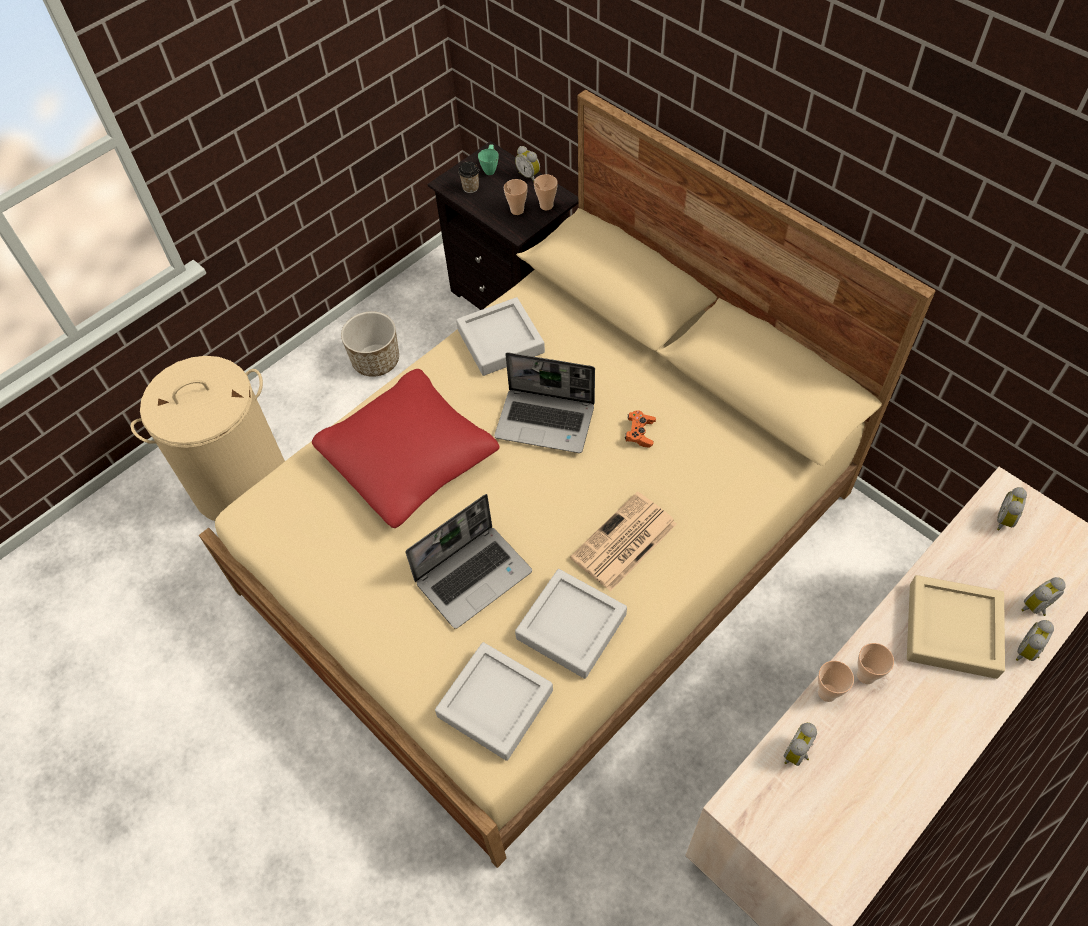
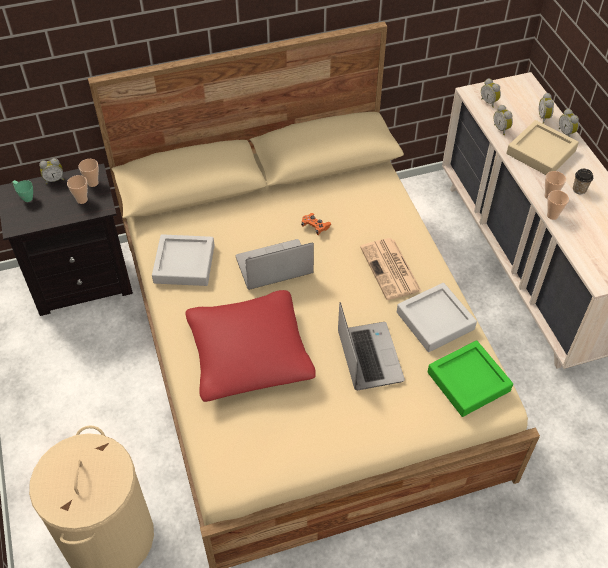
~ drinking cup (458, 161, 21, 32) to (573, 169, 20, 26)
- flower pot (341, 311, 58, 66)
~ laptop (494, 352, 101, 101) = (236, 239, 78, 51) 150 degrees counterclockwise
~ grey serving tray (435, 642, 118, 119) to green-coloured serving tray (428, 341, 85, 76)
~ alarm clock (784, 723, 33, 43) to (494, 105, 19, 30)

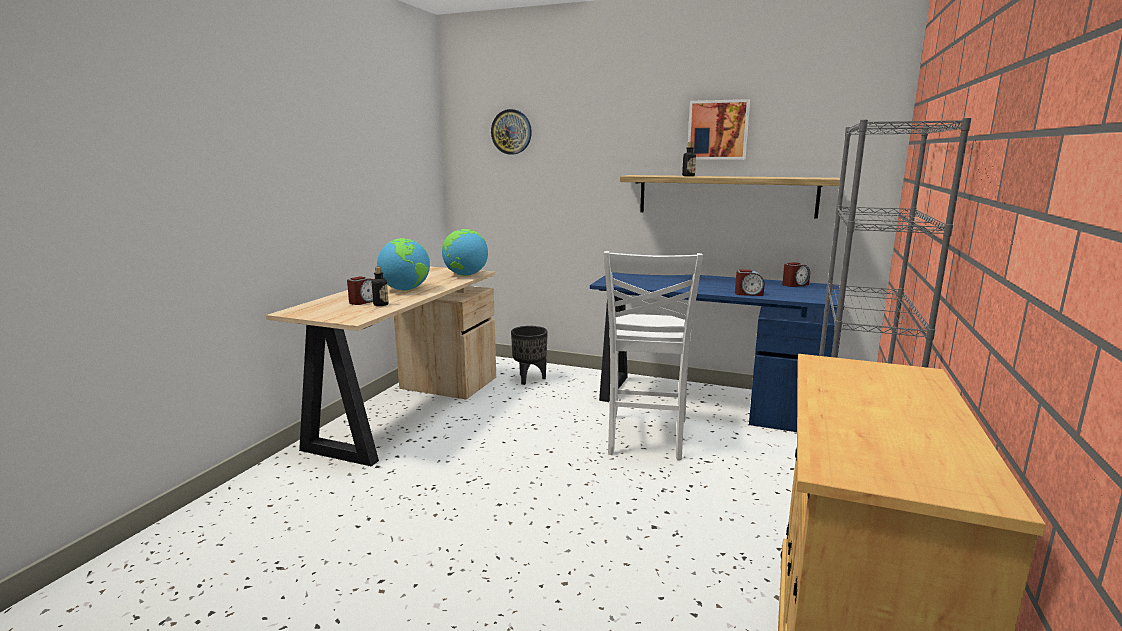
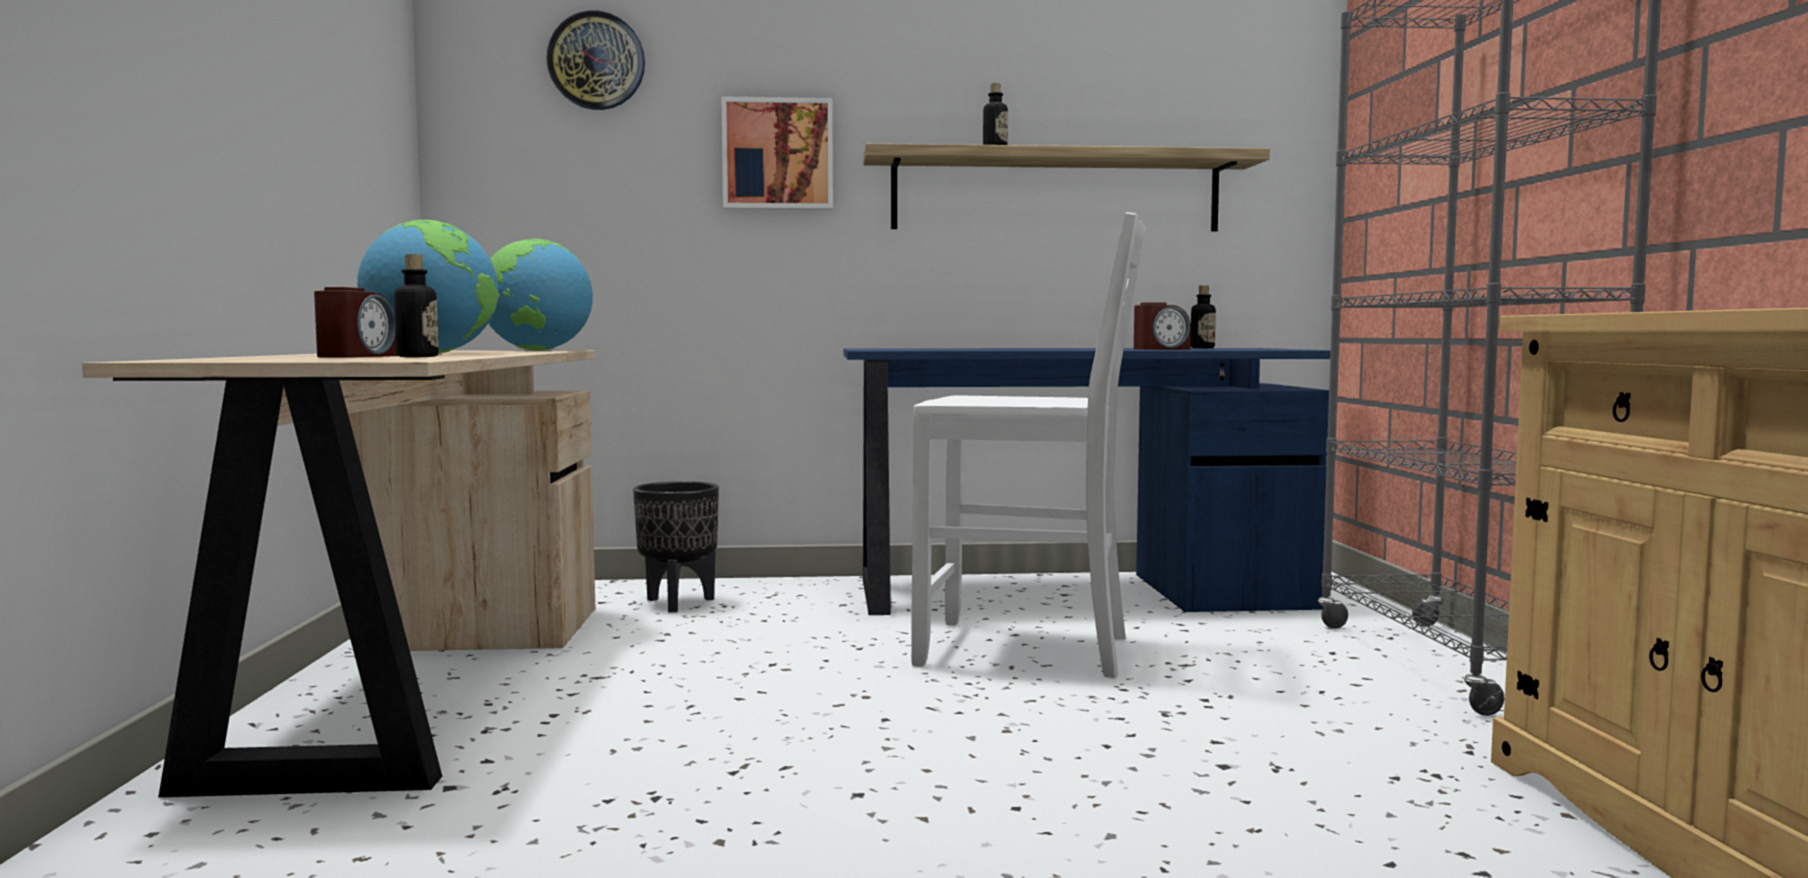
~ picture (688, 99, 62, 61) to (721, 97, 112, 113)
~ whitish plain chair (604, 251, 99, 209) = (911, 212, 235, 466) 60 degrees counterclockwise
~ alarm clock (782, 262, 28, 25) to bottle (1191, 285, 25, 63)

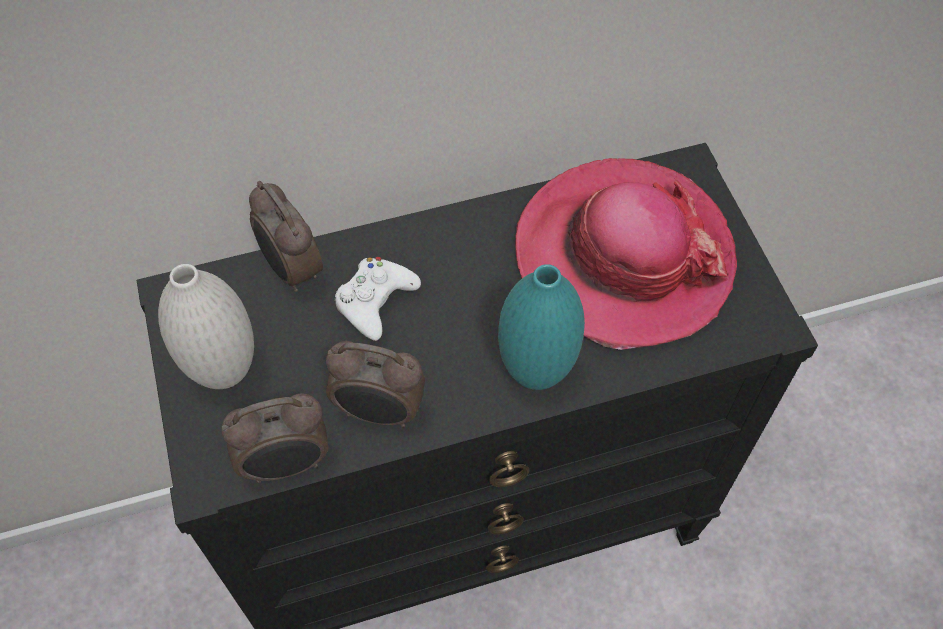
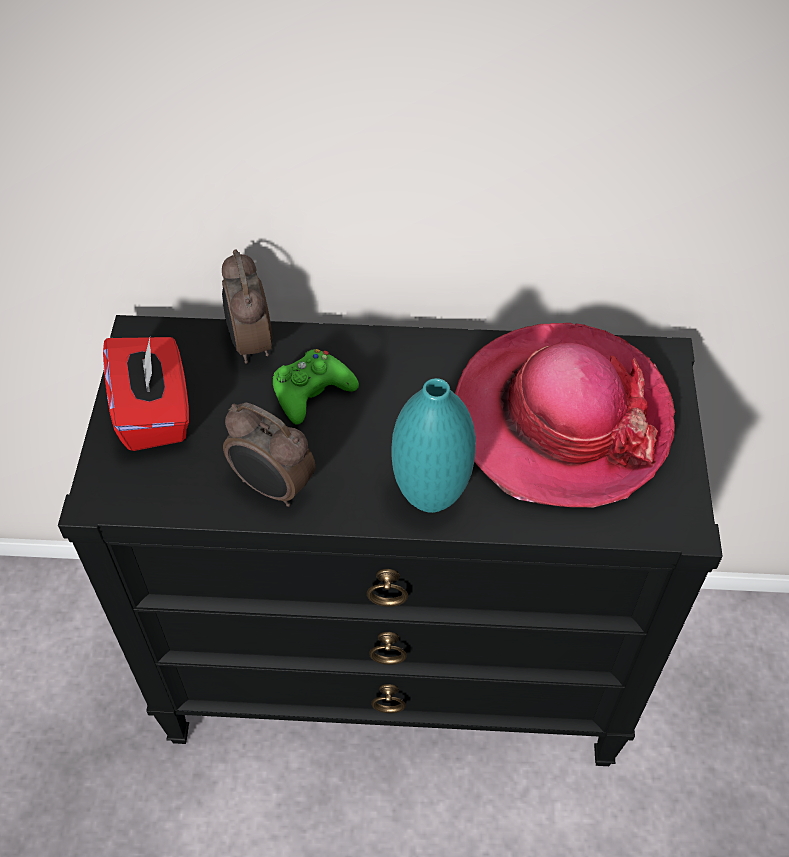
~ whitish gamepad (335, 257, 86, 84) to green-coloured gamepad (273, 349, 86, 76)
~ whitish flower vase (158, 264, 96, 125) to red tissue box (103, 337, 86, 114)
- alarm clock (221, 393, 107, 90)

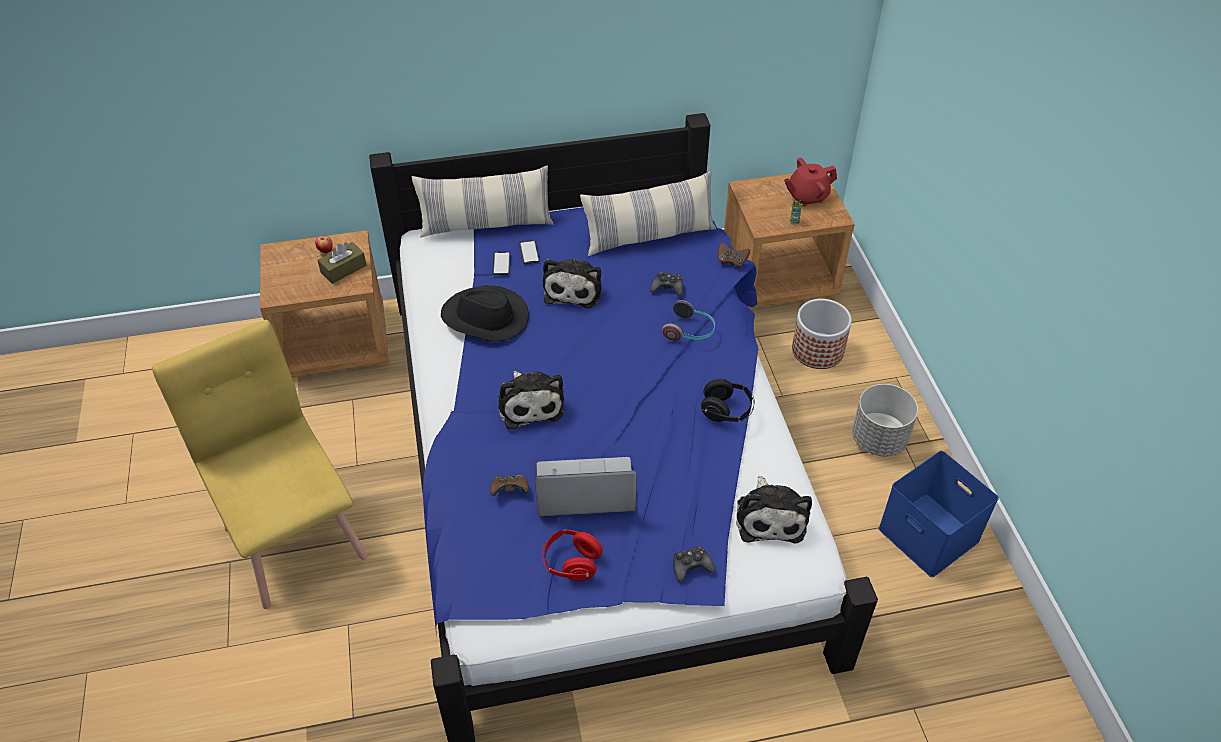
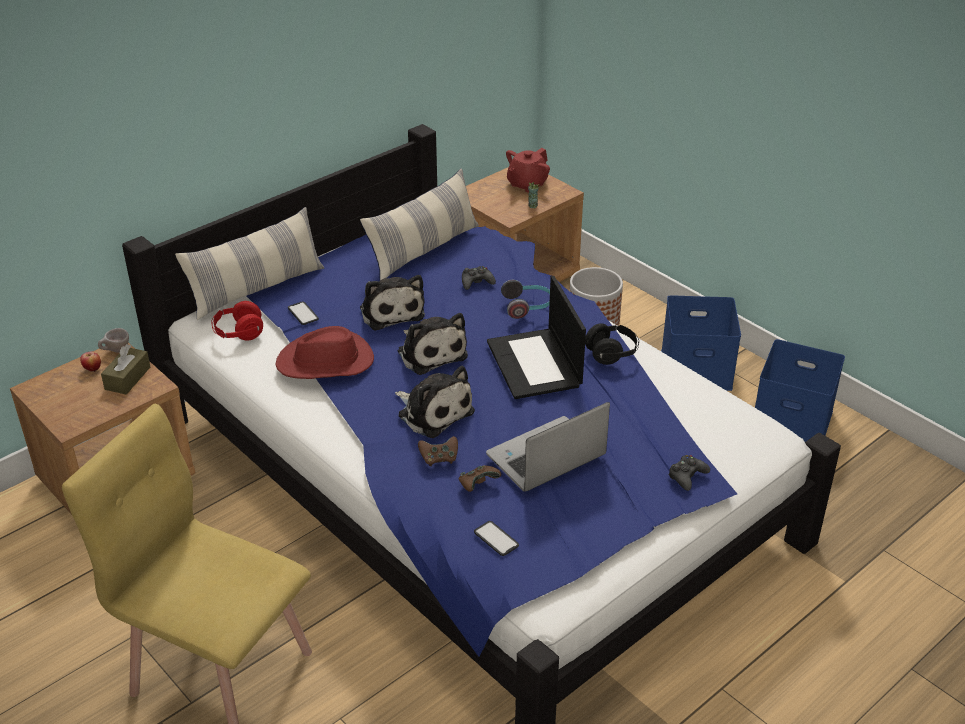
~ phone (519, 240, 21, 24) to (474, 521, 45, 35)
~ brownish gamepad (718, 243, 32, 25) to (418, 436, 40, 30)
~ black clothing hat (441, 285, 88, 57) to red clothing hat (275, 326, 99, 53)
~ grey flower pot (852, 384, 66, 72) to blue storage container (661, 295, 80, 96)
~ plush toy (736, 476, 76, 67) to (398, 313, 70, 62)
~ red pair of headphones (542, 529, 61, 52) to (211, 301, 52, 40)
+ laptop (487, 276, 99, 123)
+ sand-coloured drinking cup (98, 328, 31, 24)

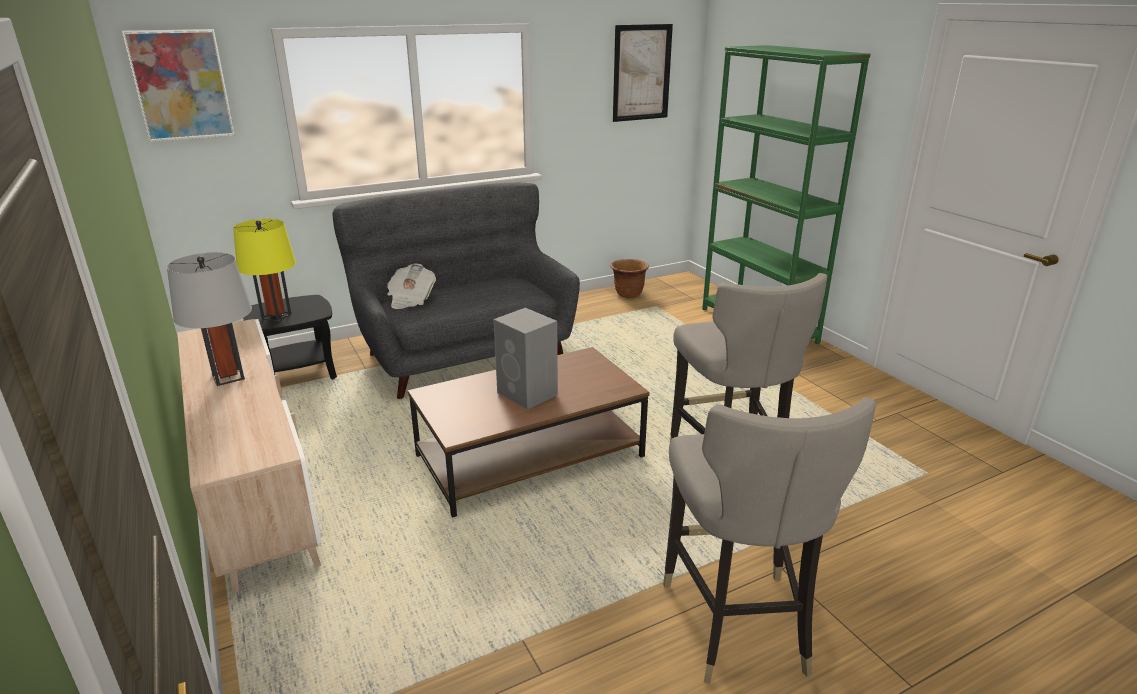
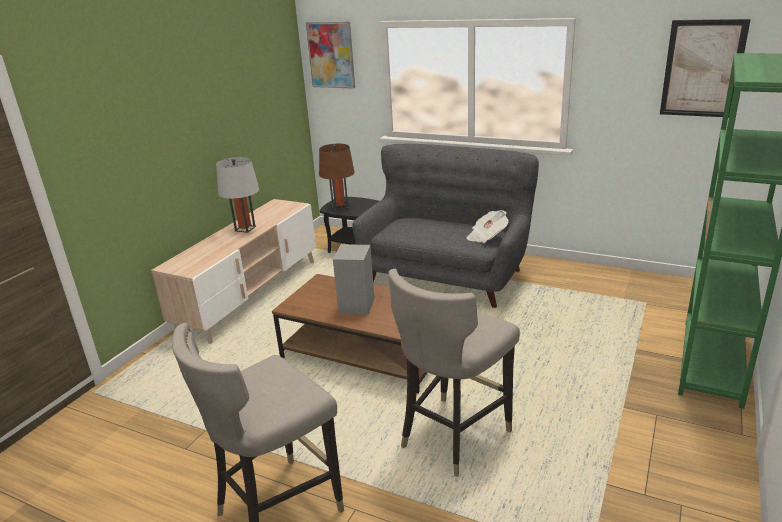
~ yellow lamp for a table (233, 219, 63, 103) to brownish lamp for a table (319, 144, 36, 66)
- brownish flower pot (610, 259, 39, 39)
~ printed paper (387, 263, 49, 46) to (466, 210, 43, 33)

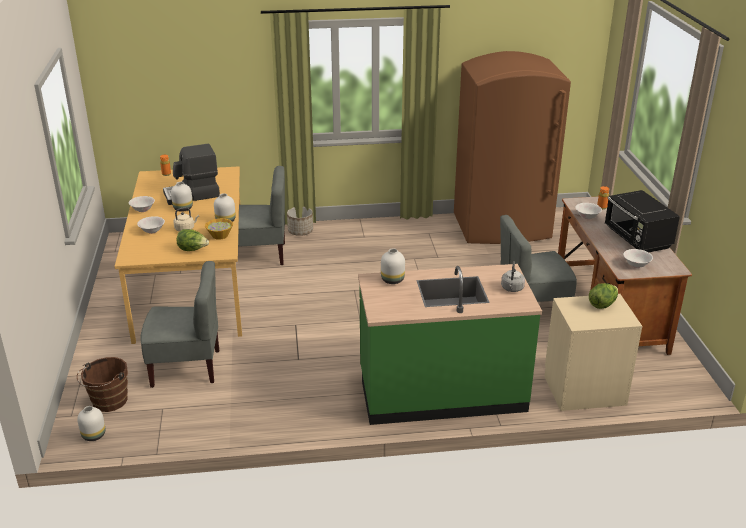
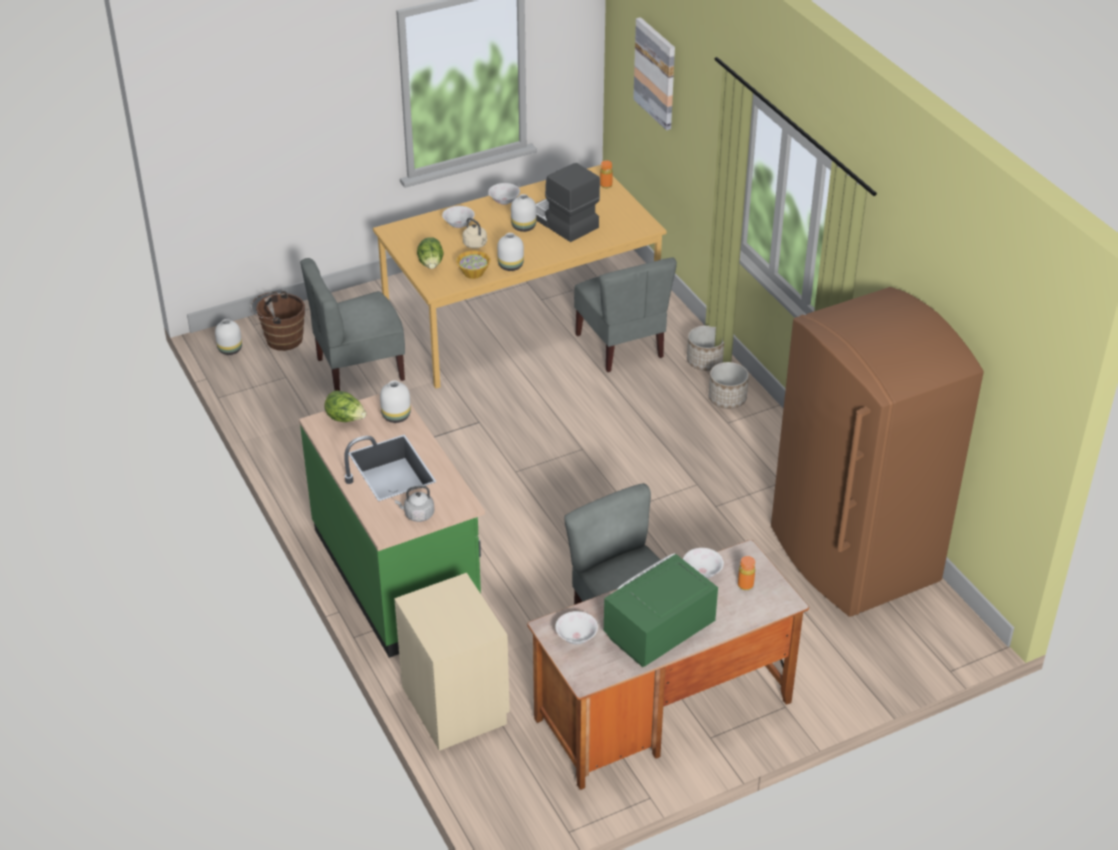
~ black microwave oven (605, 190, 75, 62) to green-coloured microwave oven (604, 553, 114, 114)
~ grey plain chair (141, 261, 78, 127) = (300, 258, 105, 133) 90 degrees clockwise
~ head of lettuce (589, 283, 29, 26) to (324, 390, 42, 32)
+ picture (633, 17, 42, 113)
+ flower pot (709, 362, 40, 47)

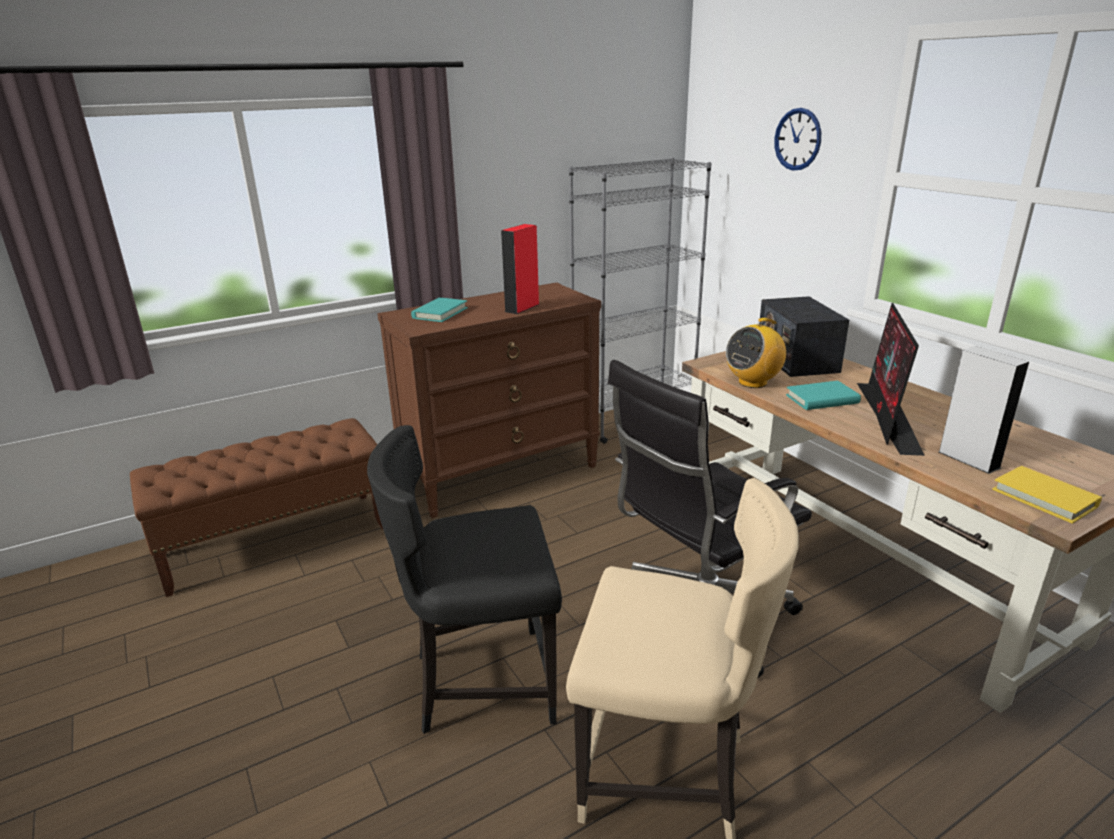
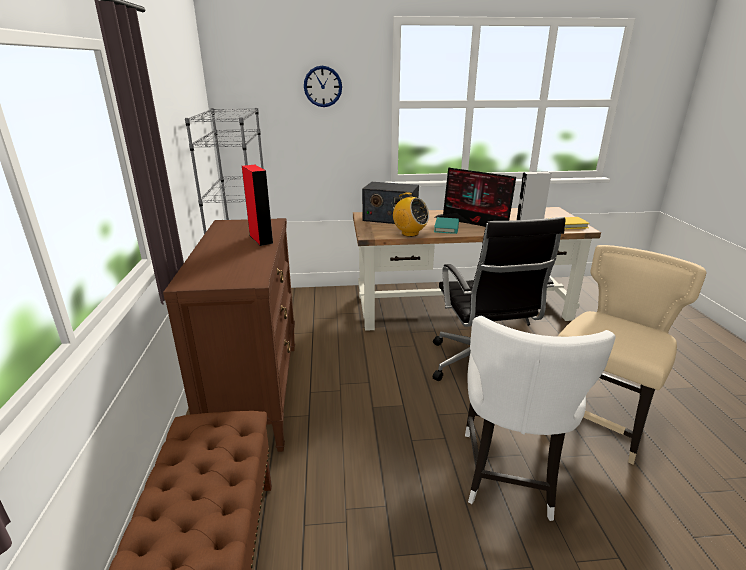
- turquoise volume (411, 298, 57, 24)
~ radio (726, 318, 60, 70) = (391, 192, 38, 45) 45 degrees counterclockwise
~ black plain chair (367, 425, 195, 309) to whitish plain chair (465, 316, 151, 205)

